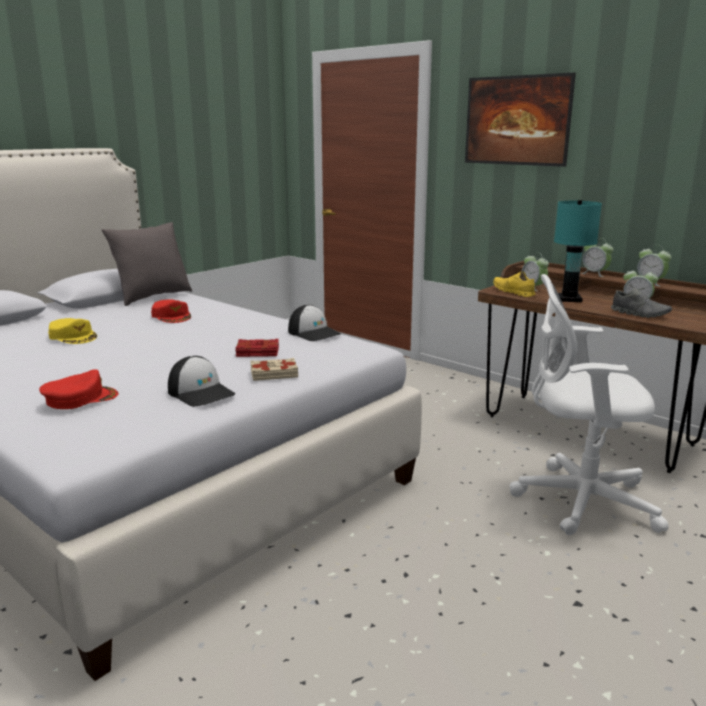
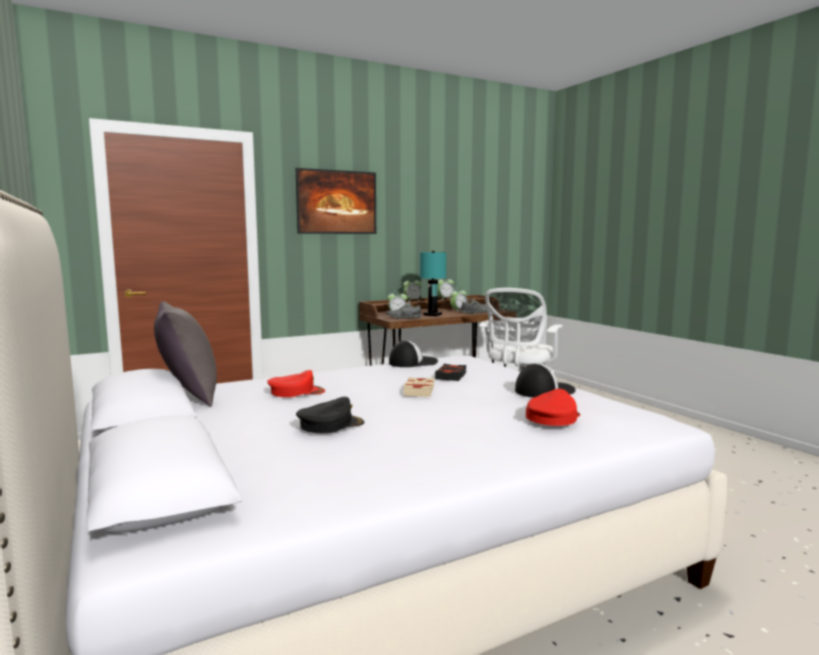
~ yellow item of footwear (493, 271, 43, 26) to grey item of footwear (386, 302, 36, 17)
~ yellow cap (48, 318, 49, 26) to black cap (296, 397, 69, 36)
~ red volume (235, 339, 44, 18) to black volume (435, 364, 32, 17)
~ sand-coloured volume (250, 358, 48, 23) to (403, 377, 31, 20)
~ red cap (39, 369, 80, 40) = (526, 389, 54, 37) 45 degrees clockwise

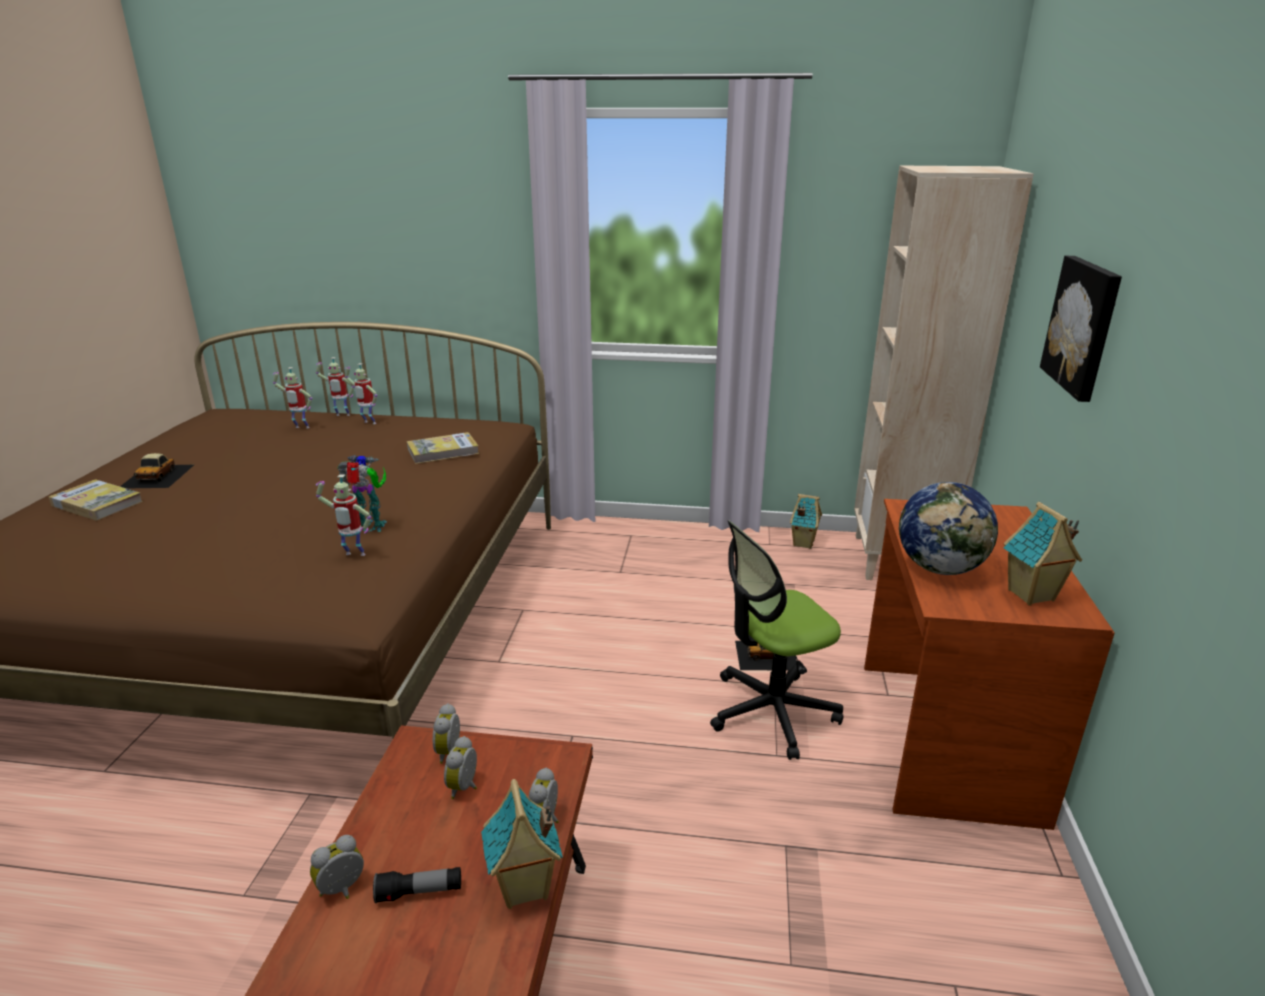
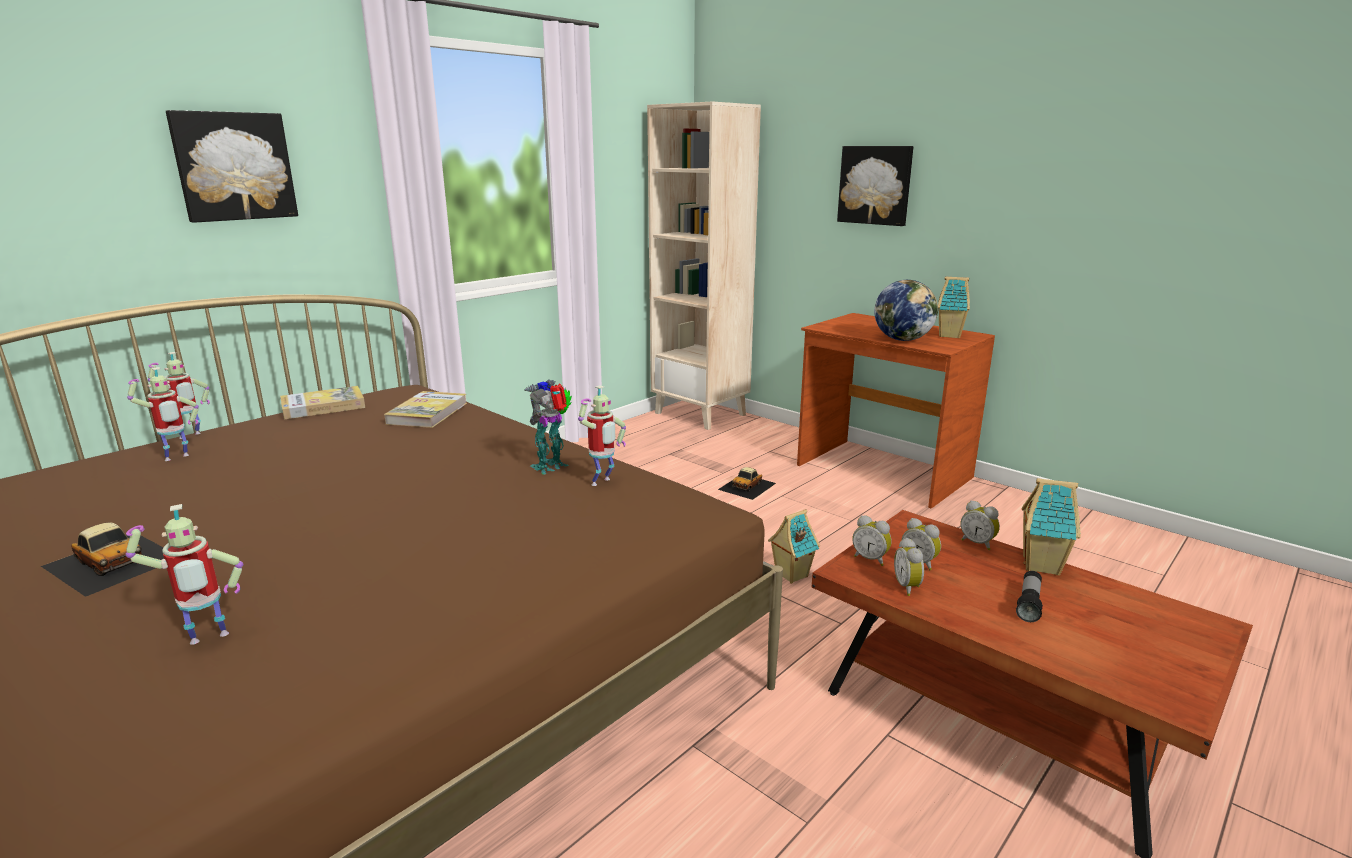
~ toy robot (344, 363, 33, 61) to (126, 504, 117, 141)
~ volume (49, 479, 94, 42) to (280, 386, 85, 33)
~ toy house (790, 494, 32, 55) to (768, 509, 52, 75)
- computer chair (710, 521, 133, 239)
~ alarm clock (310, 835, 54, 64) to (894, 538, 30, 58)
+ picture (166, 110, 132, 113)

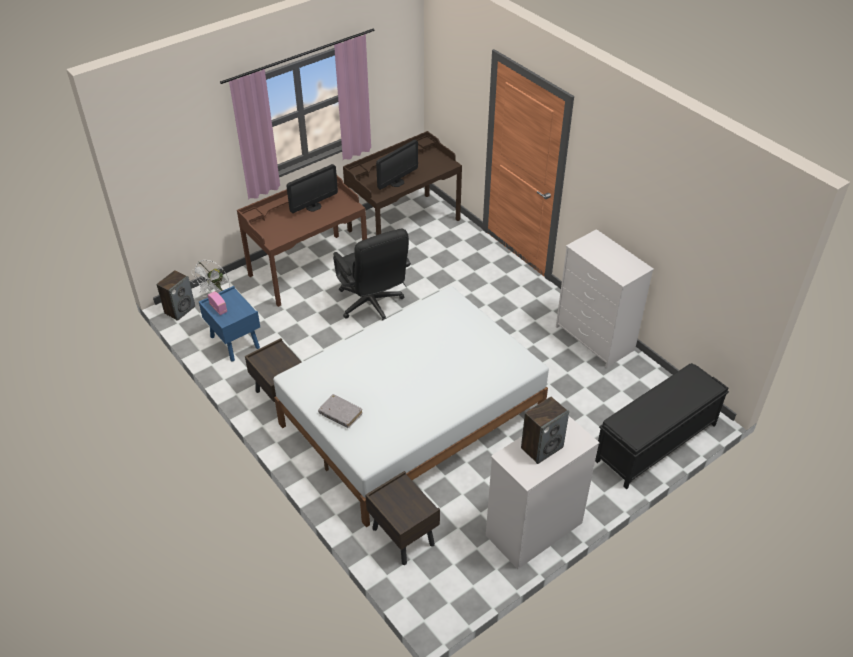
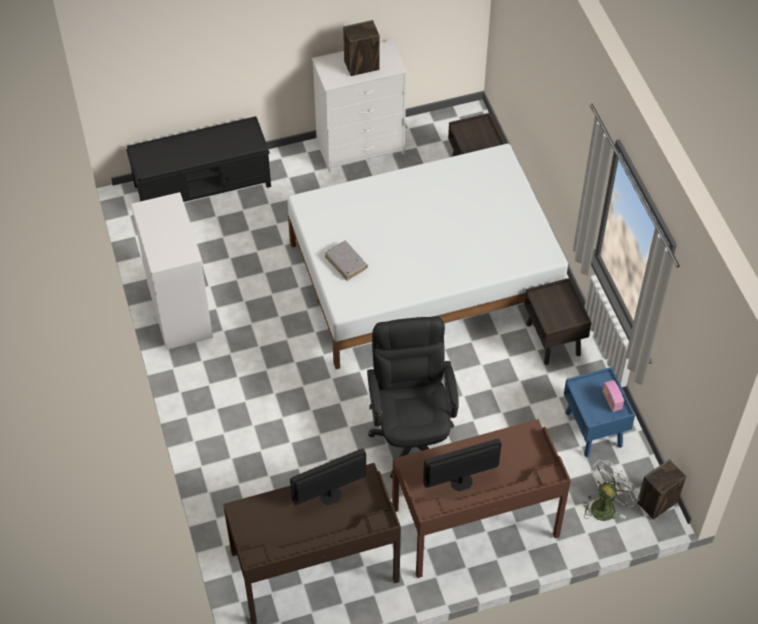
~ grey volume (318, 394, 45, 34) to (325, 240, 43, 41)

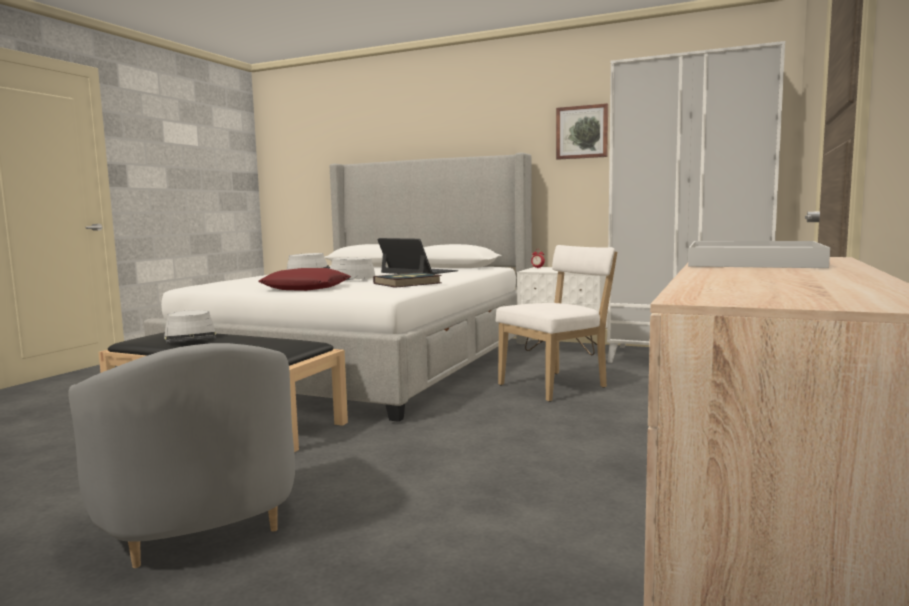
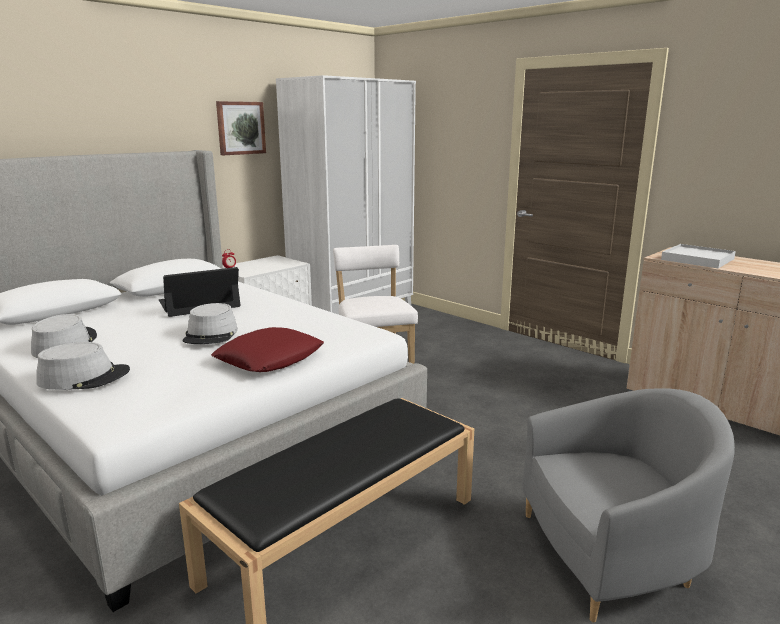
- volume (373, 272, 69, 16)
~ grey clothing hat (164, 310, 52, 33) to (36, 342, 94, 48)

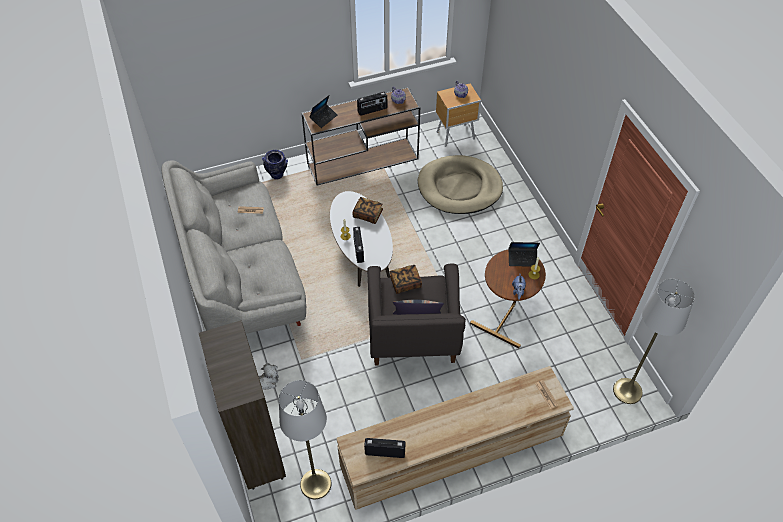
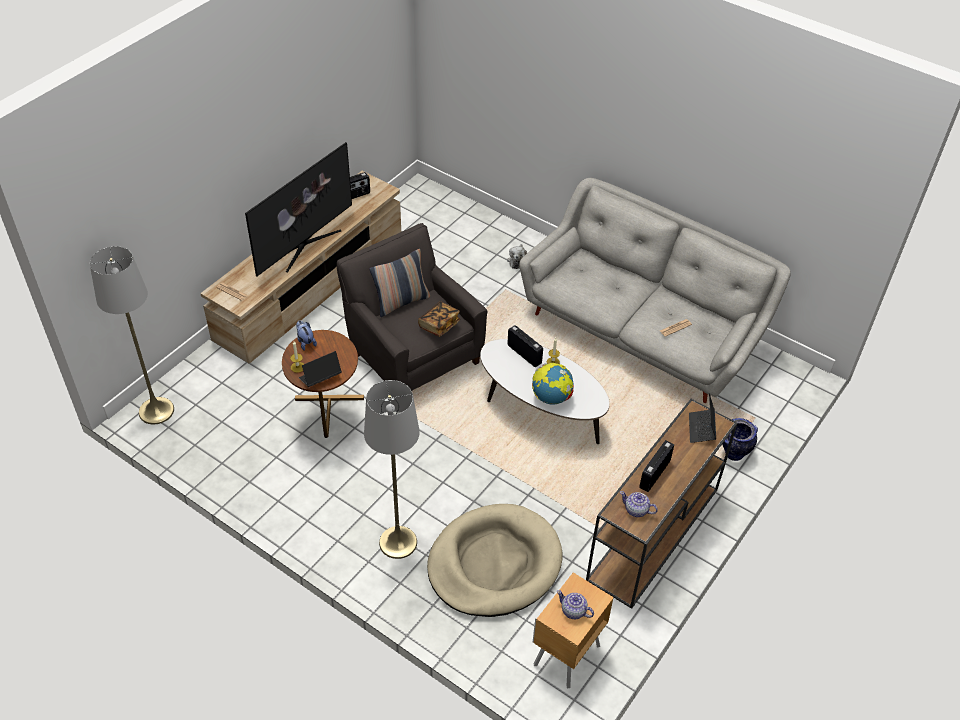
~ volume (352, 197, 31, 27) to desk globe (532, 363, 42, 41)
- brownish bookcase (199, 320, 87, 170)
~ grey floor lamp (279, 380, 52, 119) to (364, 380, 56, 179)
+ TV set (245, 142, 107, 135)

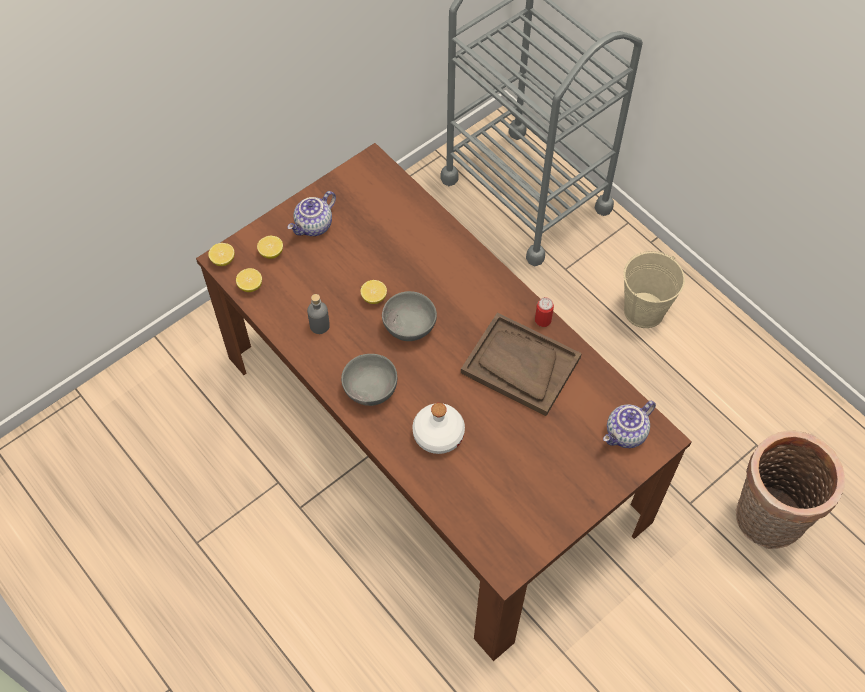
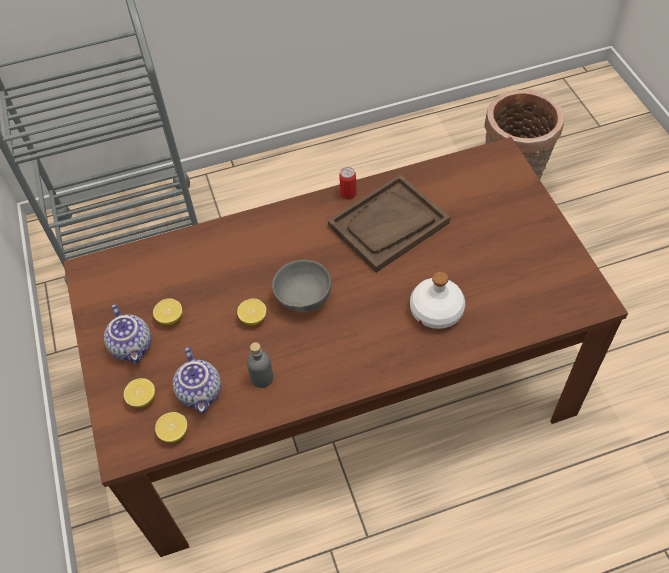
~ citrus fruit (208, 243, 27, 23) to (153, 298, 30, 27)
- sand-coloured water bucket (623, 251, 62, 77)
- grey deep dish (341, 354, 56, 52)
~ pot for tea (603, 401, 53, 47) to (173, 347, 48, 66)

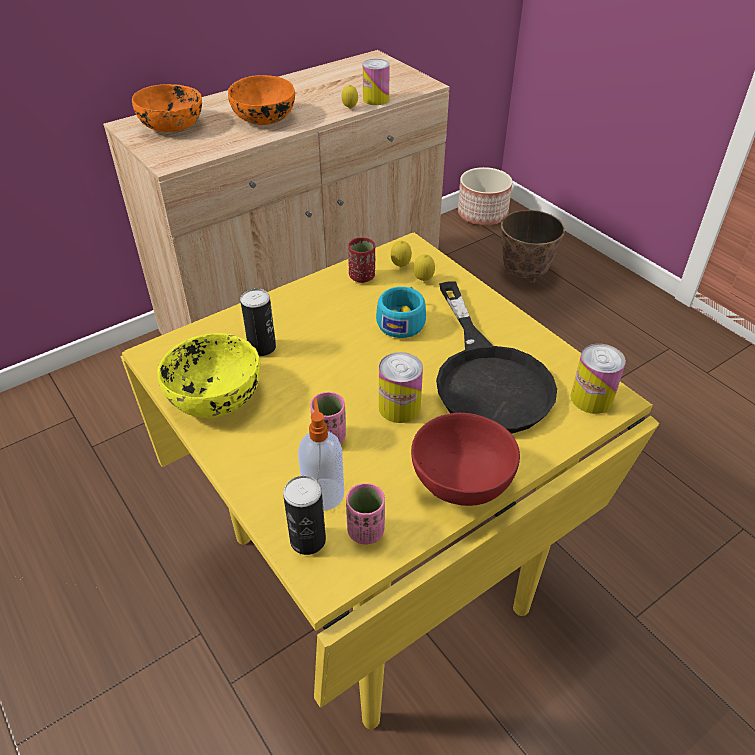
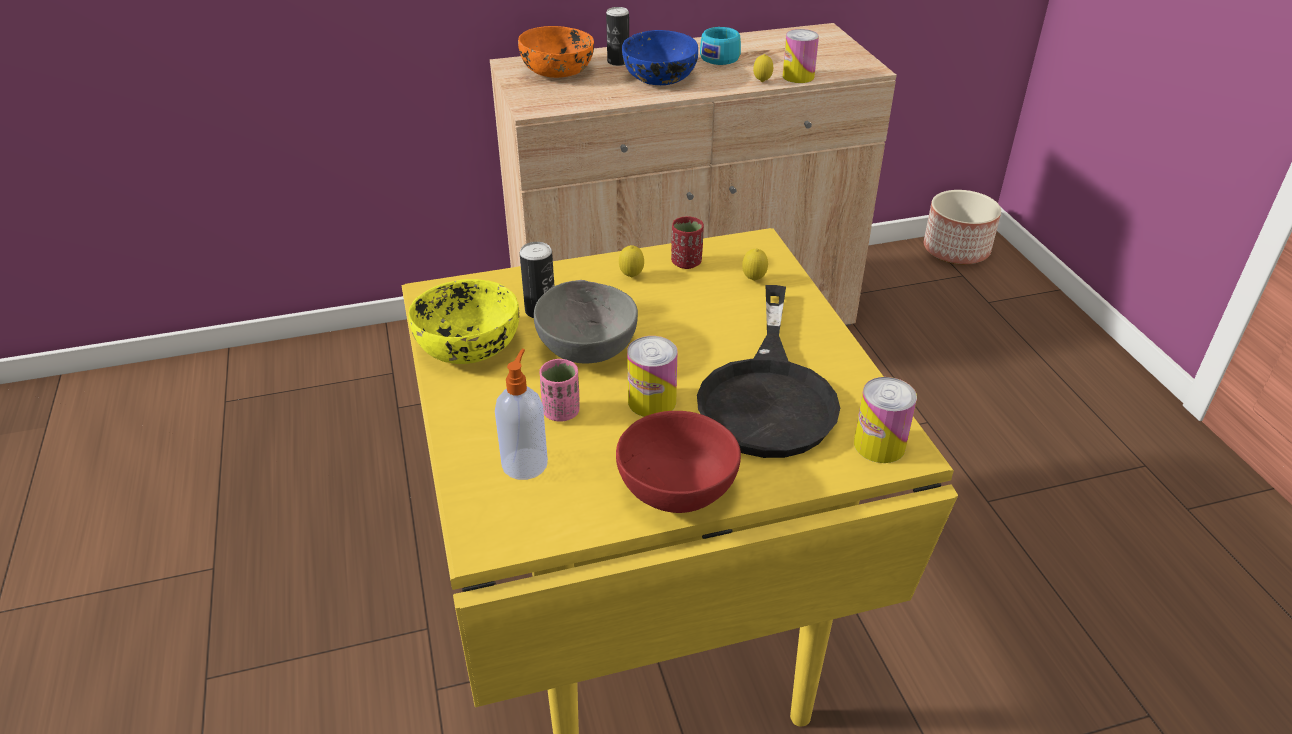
~ orange deep dish (228, 75, 67, 50) to blue deep dish (622, 30, 76, 55)
- flower pot (501, 210, 64, 73)
~ citrus fruit (391, 241, 21, 26) to (619, 245, 25, 32)
~ turquoise drinking cup (376, 287, 50, 51) to (700, 27, 41, 38)
~ metal can (283, 476, 43, 79) to (606, 7, 23, 59)
- pink-coloured drinking cup (346, 483, 39, 61)
+ grey deep dish (534, 280, 104, 83)

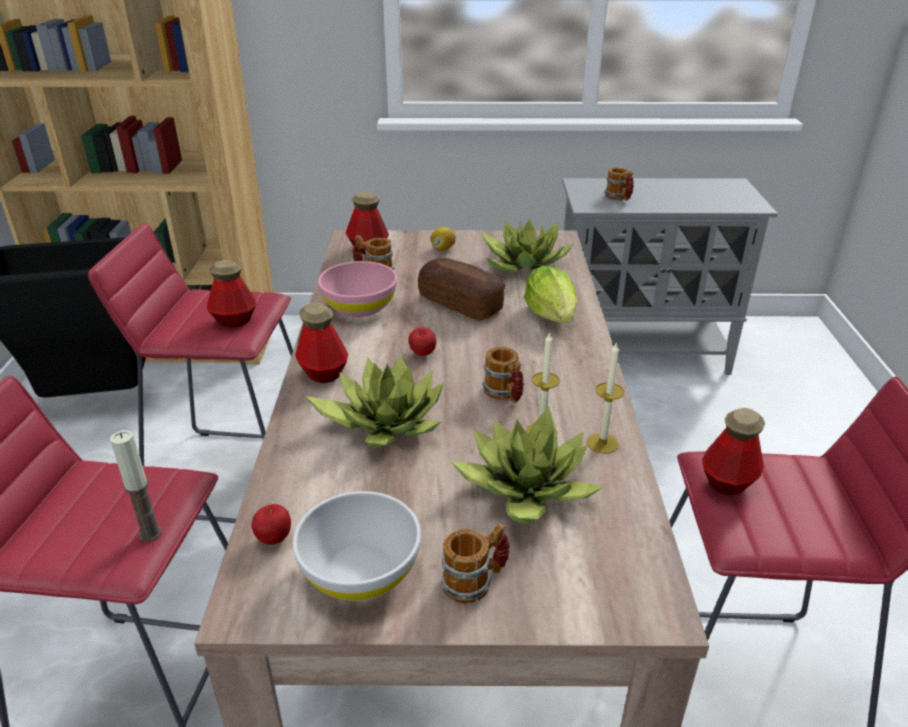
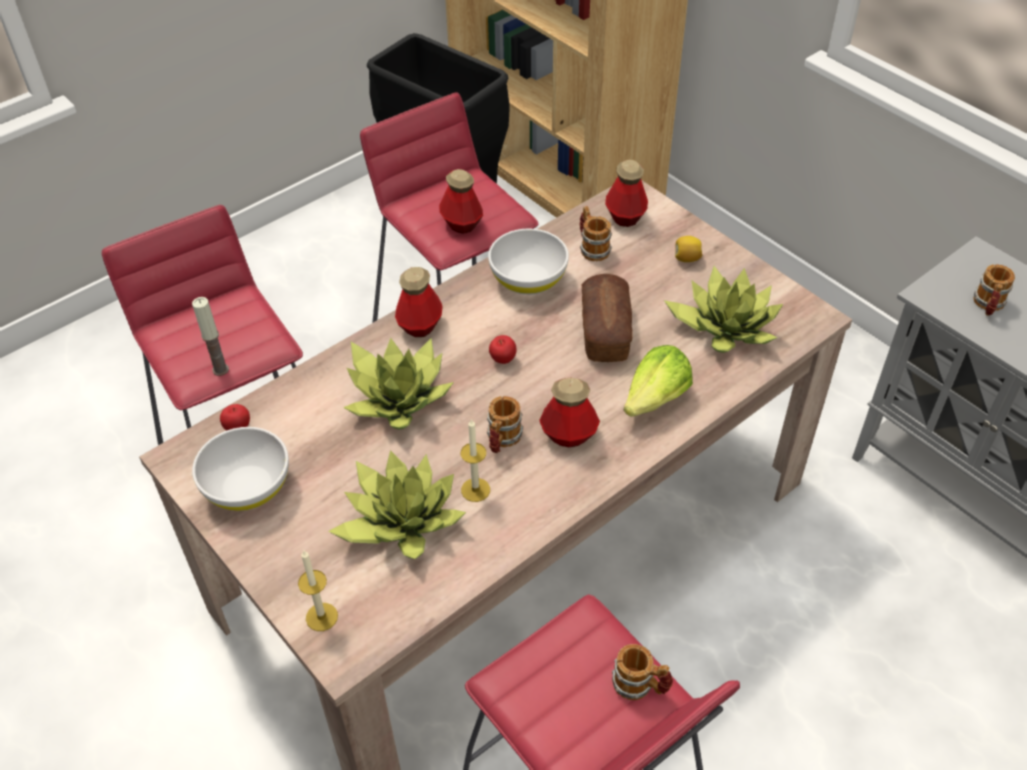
~ pink-coloured deep dish (318, 261, 79, 56) to whitish deep dish (488, 228, 81, 67)
~ wax candle (587, 342, 37, 112) to (298, 551, 40, 80)
~ bottle (702, 408, 63, 88) to (539, 378, 61, 69)
~ coffee mug (441, 523, 69, 81) to (612, 644, 61, 56)

